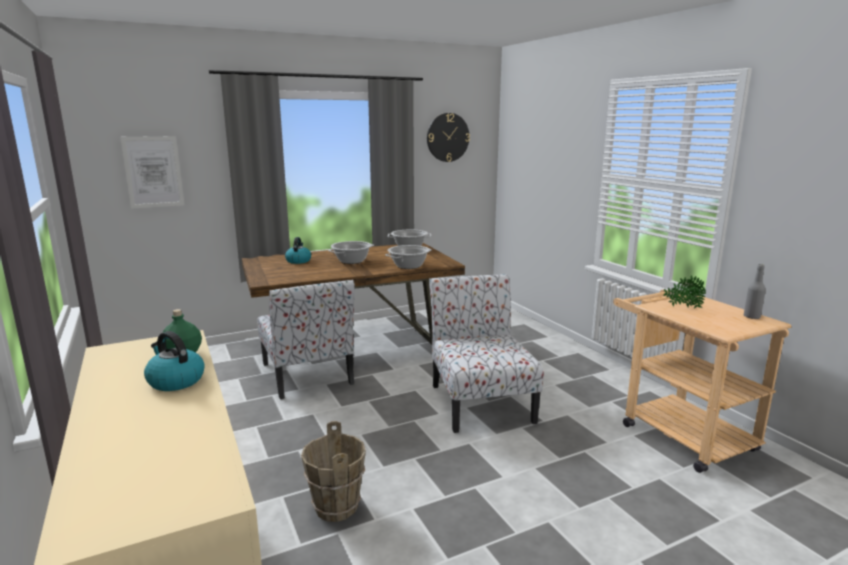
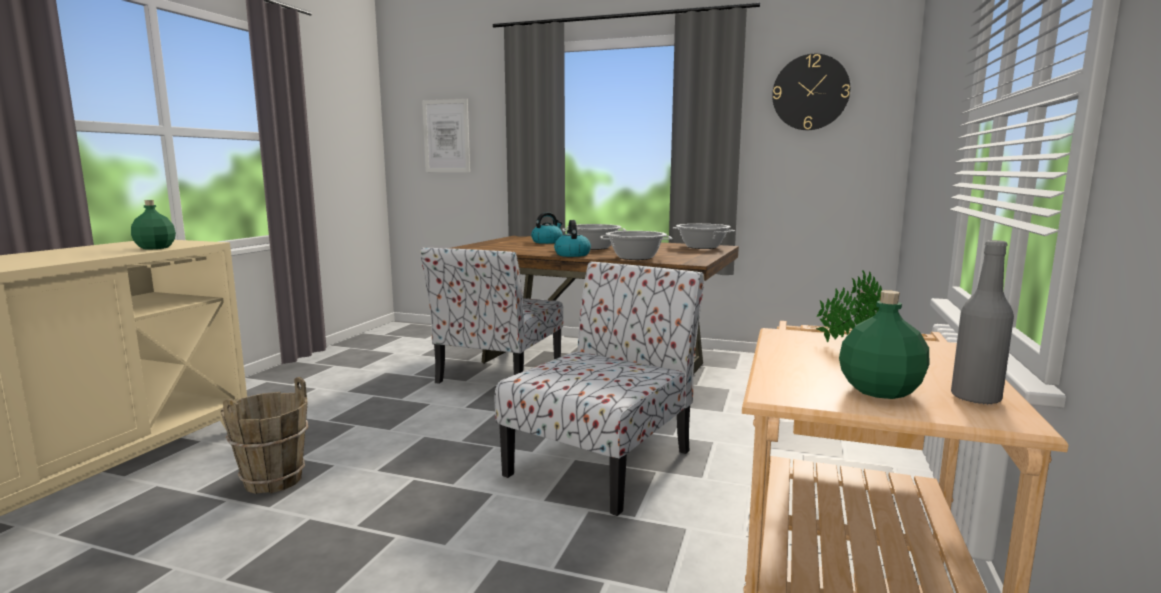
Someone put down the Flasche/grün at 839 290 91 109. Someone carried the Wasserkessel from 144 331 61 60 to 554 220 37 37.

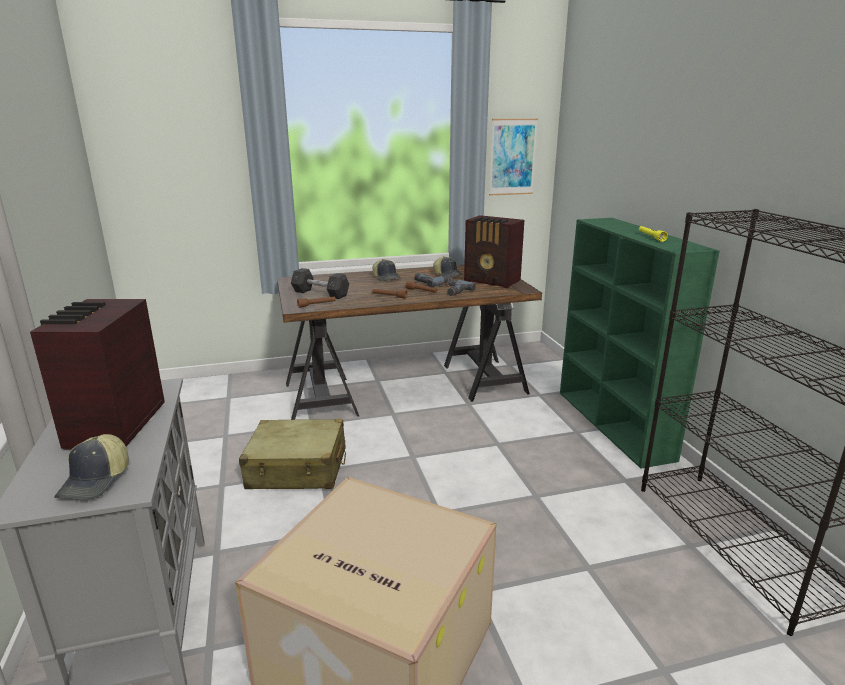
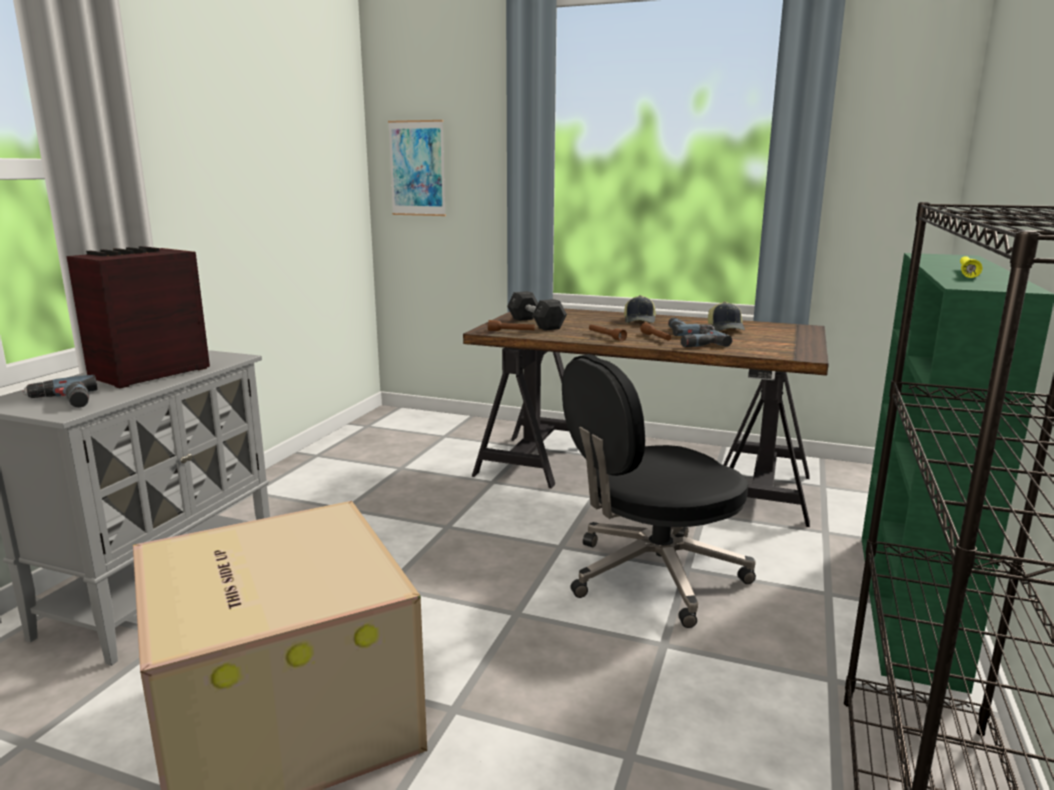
Someone took away the Koffer/beige at 239 419 107 70. Someone took away the Radio at 464 215 60 73. Someone put down the Bürostuhl/schwarz at 562 354 194 274. Someone carried the Bild from 489 119 49 76 to 388 120 58 96. Someone swapped the Kappe at 54 434 75 66 for the Bohrmaschine at 22 375 76 33.

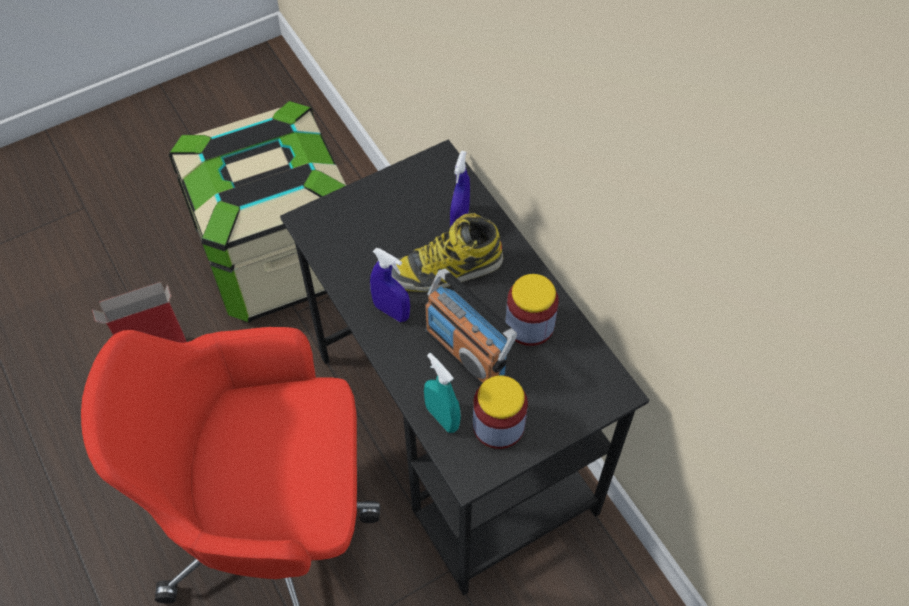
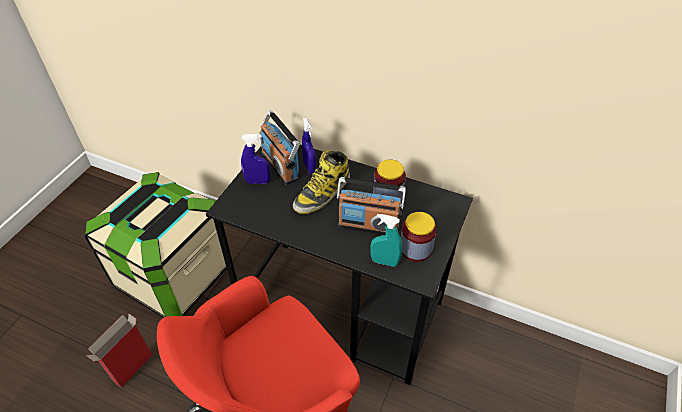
Someone put down the Radio at 259 111 41 74. Someone carried the Sprühflasche/blau from 370 248 40 74 to 241 134 29 50.

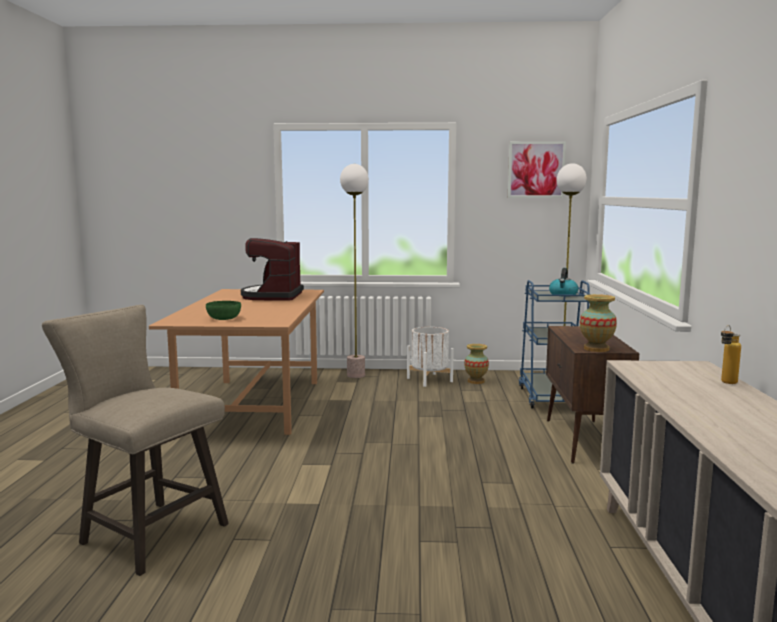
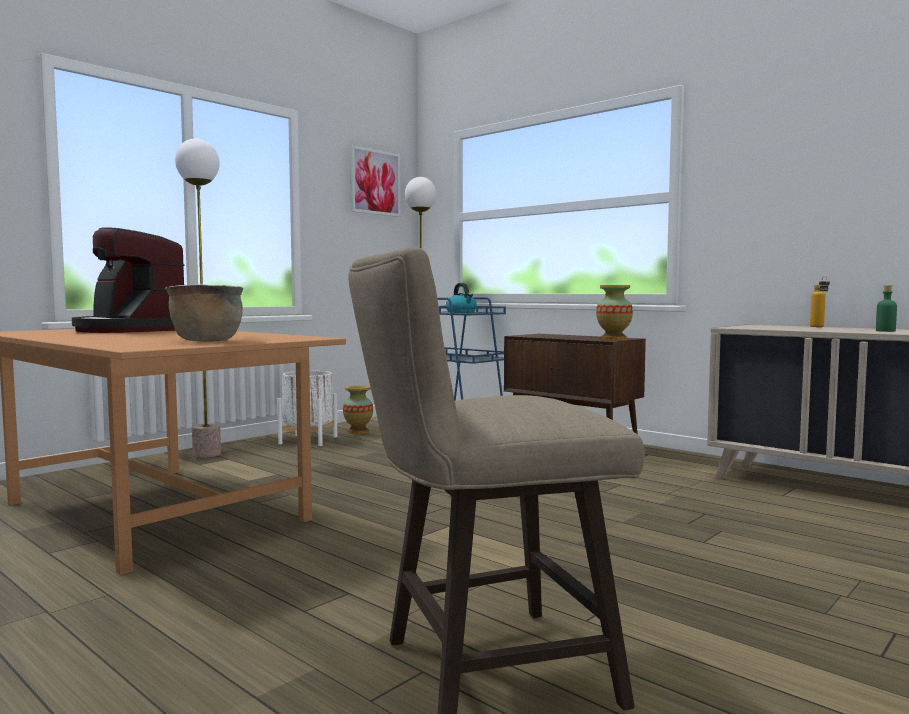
Someone put down the Flasche/grün at 876 285 21 47. Someone swapped the Schüssel/grün at 206 301 35 19 for the Kochtopf/braun at 165 284 79 58.

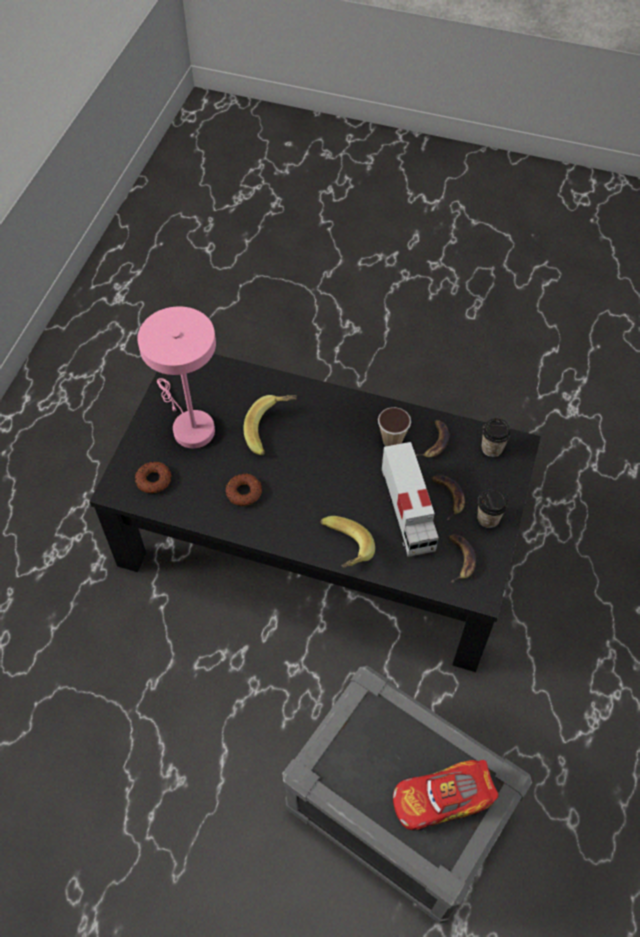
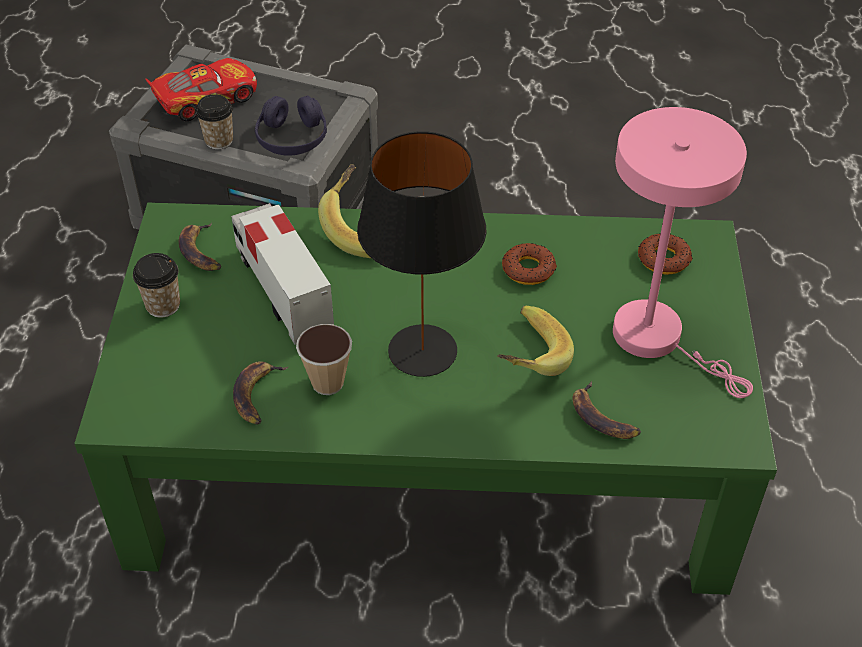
Someone put down the Kopfhörer/lila at 255 96 72 60. Someone put down the Tischlampe/schwarz at 357 131 129 246. Someone carried the Banane from 430 475 35 45 to 572 382 69 57. Someone carried the Tasse from 481 418 30 39 to 195 94 38 56. Someone repainted the Couchtisch/schwarz at 90 354 451 318, which became the Couchtisch/grün at 74 203 703 392.

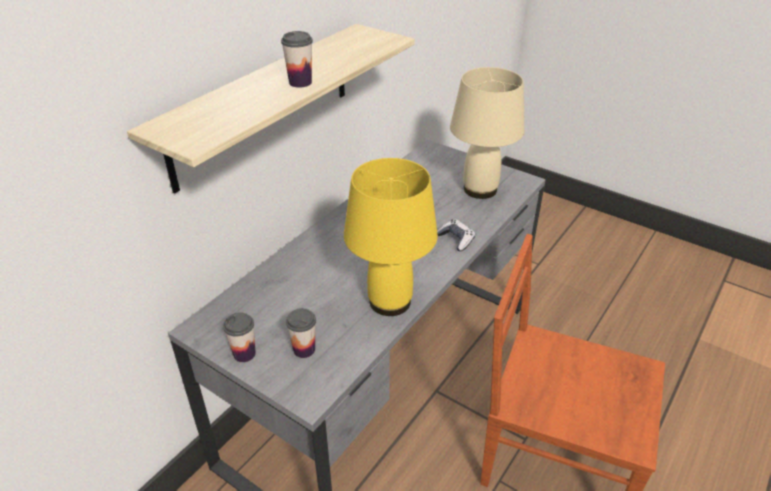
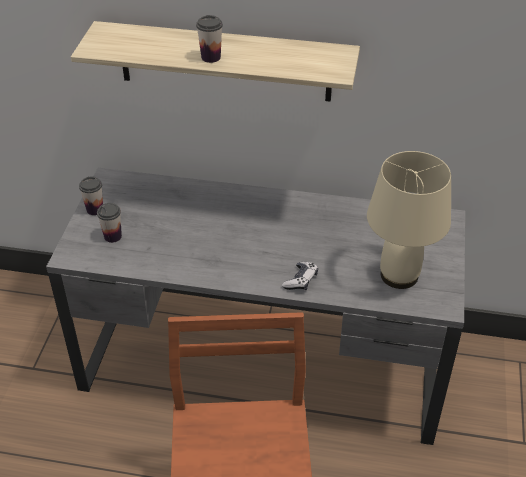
Someone took away the Tischlampe/gelb at 344 158 94 158.

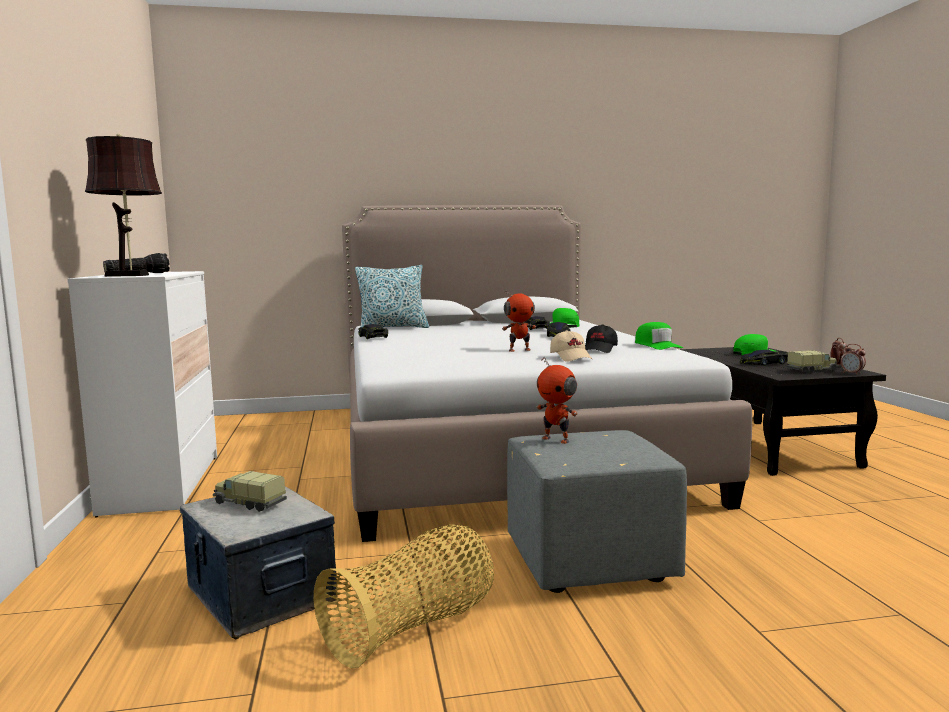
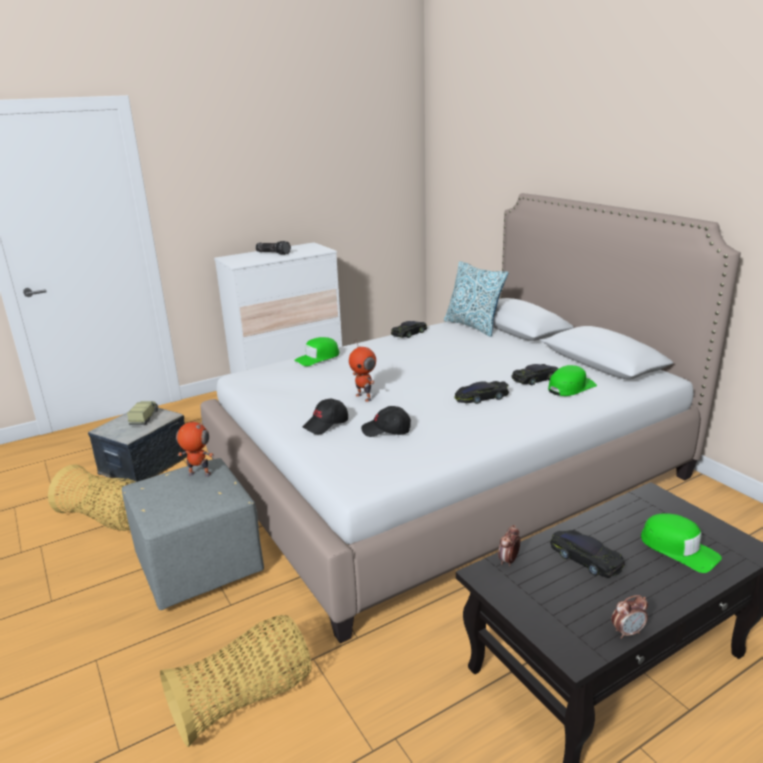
Someone took away the Tischlampe/braun at 85 133 77 144. Someone took away the Spielzeuglaster at 786 350 52 23. Someone put down the Korb at 160 615 151 132. Someone carried the Kappe/grün from 635 322 48 28 to 294 337 46 29. Someone carried the Wecker from 840 344 26 31 to 498 525 23 41. Someone repainted the Kappe/beige at 550 330 42 31, which became the Kappe/schwarz at 303 399 45 35. Someone rotated the Spielzeugroboter at 537 358 41 86 by 75 degrees clockwise.

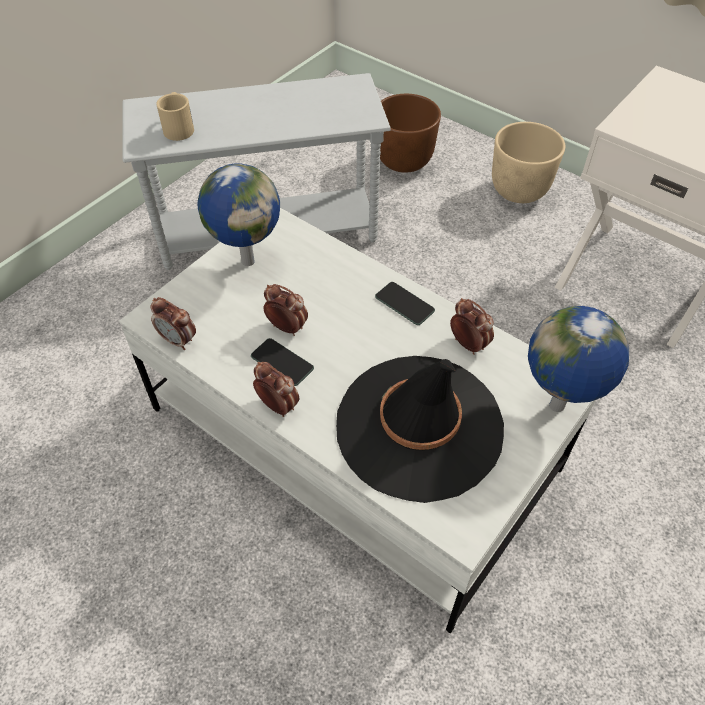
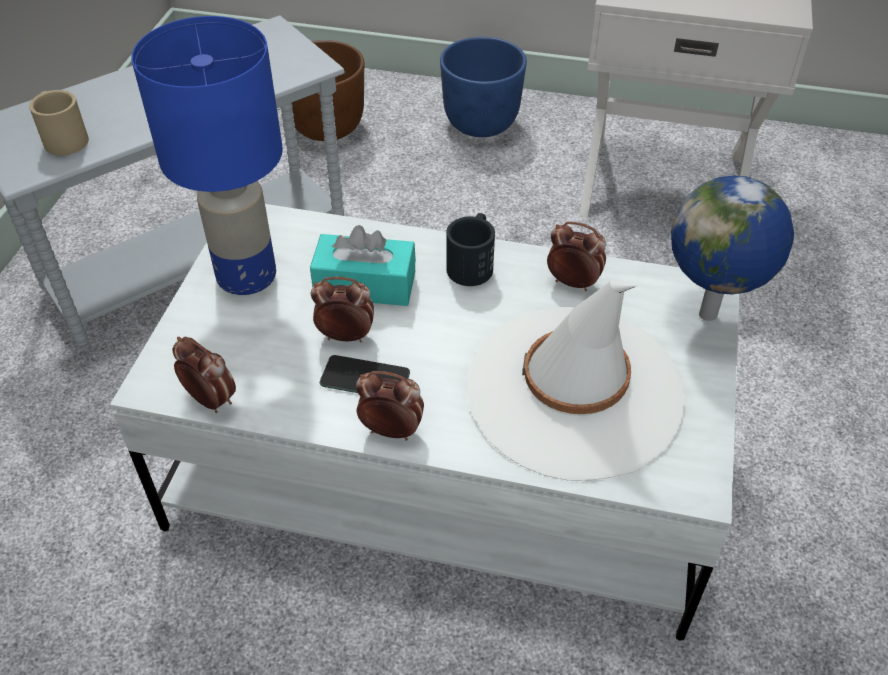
Someone put down the Taschentuchbox/türkis at 310 225 106 81. Someone swapped the Globus at 197 164 83 102 for the Tischlampe/blau at 131 16 152 279. Someone swapped the Handy at 375 282 60 43 for the Henkelbecher/schwarz at 446 213 49 73. Someone repainted the Hut/schwarz at 336 356 168 147, which became the Hut/weiß at 467 279 219 202. Someone repainted the Pflanzkübel/beige at 492 122 73 81, which became the Pflanzkübel/blau at 440 37 87 100. Someone rotated the Wecker at 150 297 46 53 by 150 degrees counterclockwise.

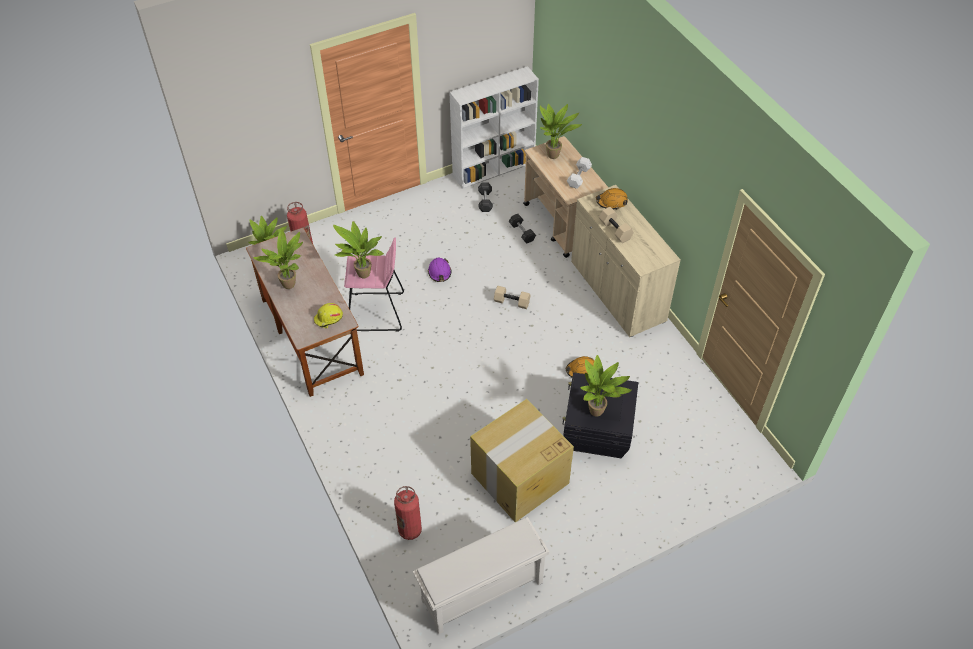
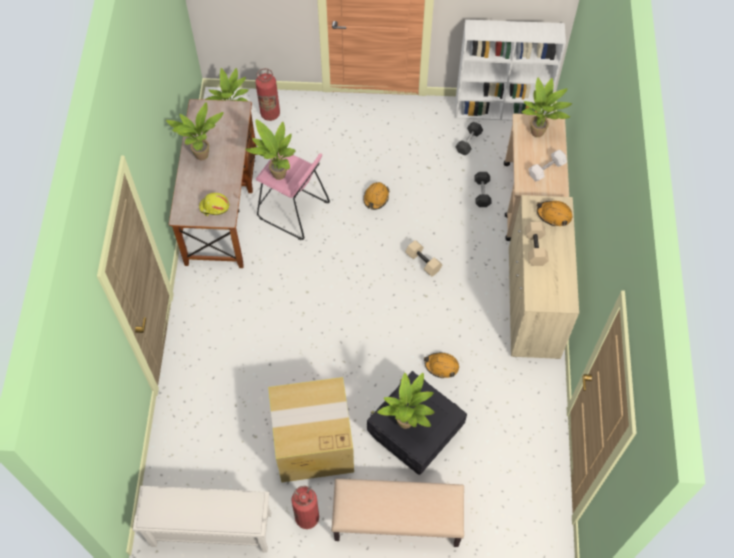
Someone put down the Bank/beige at 331 479 133 68. Someone carried the Feuerlöscher from 394 486 28 54 to 291 486 28 43. Someone repainted the Schutzhelm/lila at 428 258 23 24, which became the Schutzhelm/orange at 363 182 27 28.

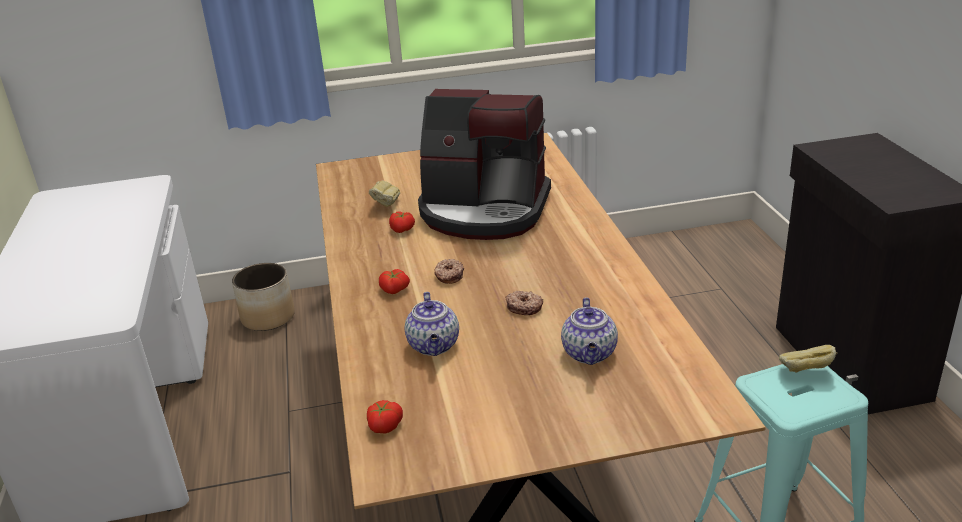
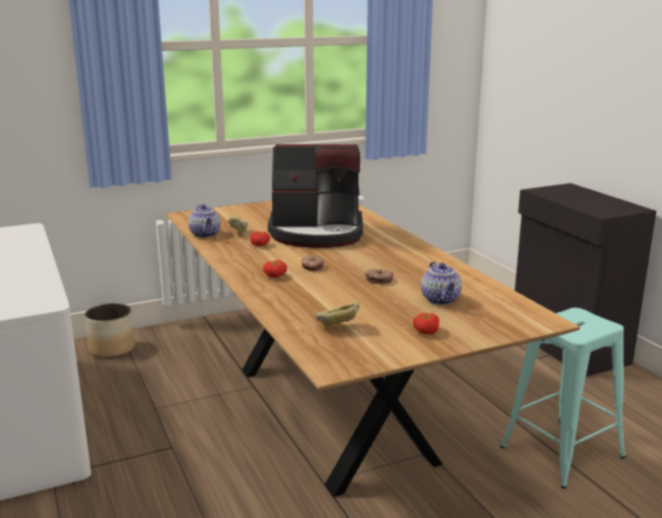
Someone carried the Tomate from 367 400 36 33 to 413 313 26 21. Someone carried the Teekanne from 405 292 54 64 to 188 204 33 34. Someone carried the Brot from 779 345 59 27 to 315 302 44 26.

